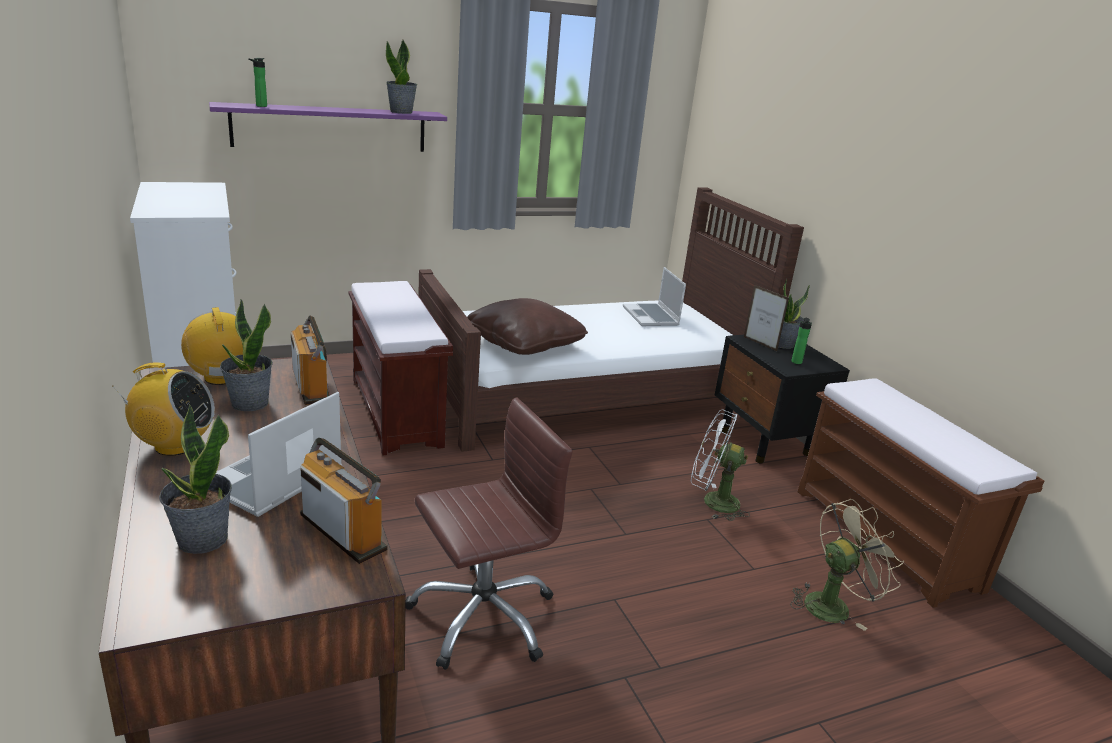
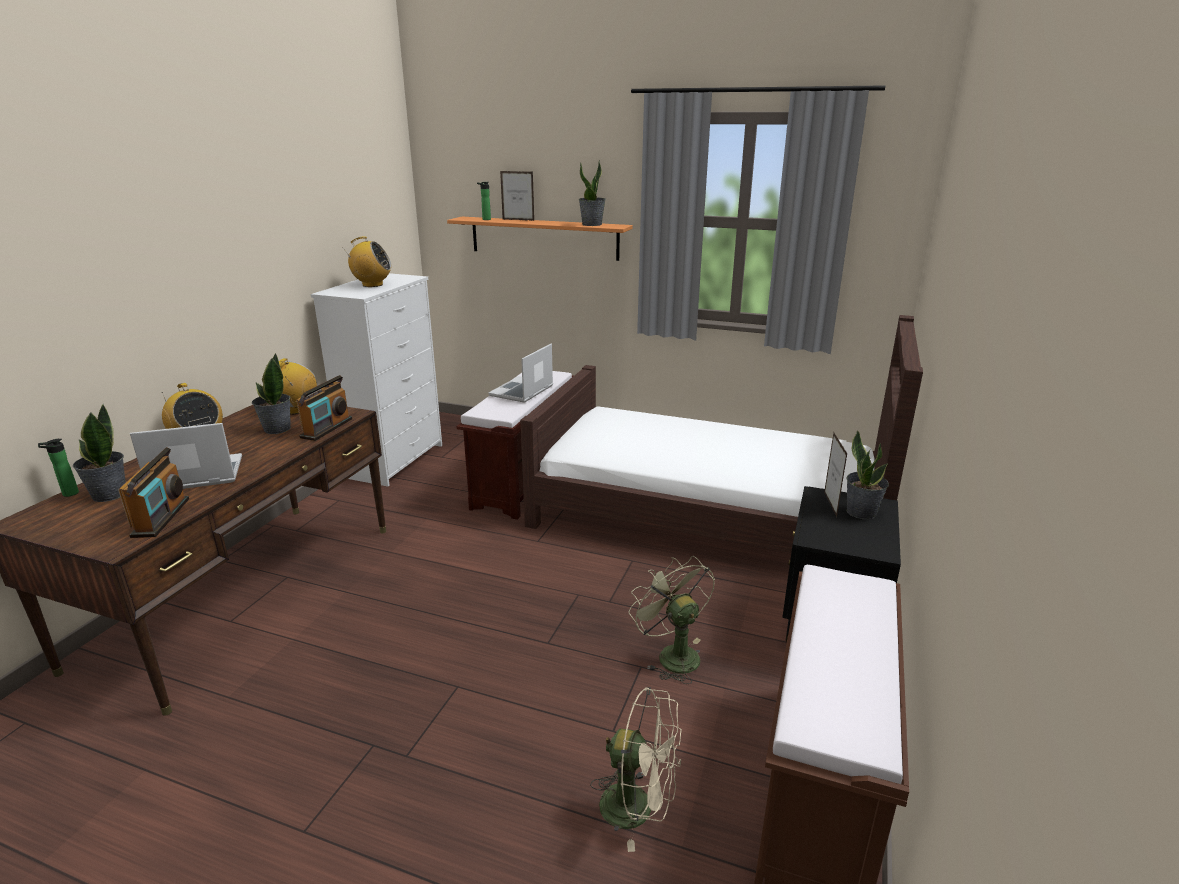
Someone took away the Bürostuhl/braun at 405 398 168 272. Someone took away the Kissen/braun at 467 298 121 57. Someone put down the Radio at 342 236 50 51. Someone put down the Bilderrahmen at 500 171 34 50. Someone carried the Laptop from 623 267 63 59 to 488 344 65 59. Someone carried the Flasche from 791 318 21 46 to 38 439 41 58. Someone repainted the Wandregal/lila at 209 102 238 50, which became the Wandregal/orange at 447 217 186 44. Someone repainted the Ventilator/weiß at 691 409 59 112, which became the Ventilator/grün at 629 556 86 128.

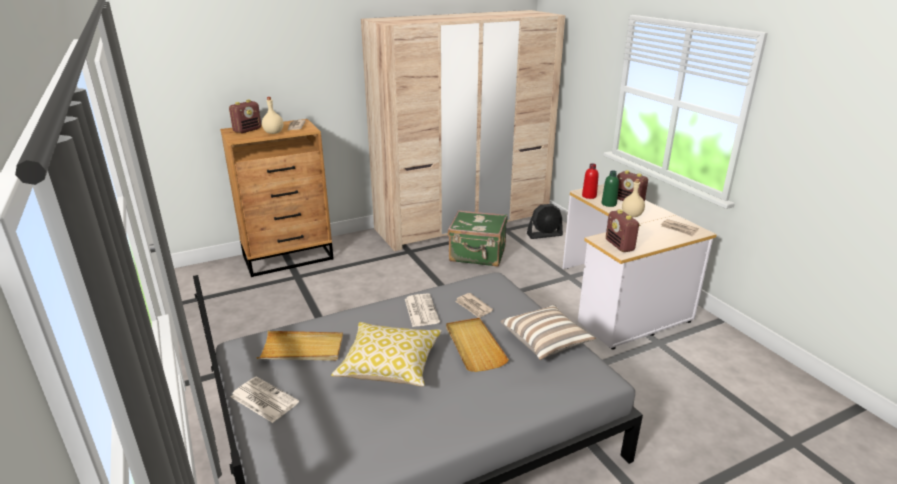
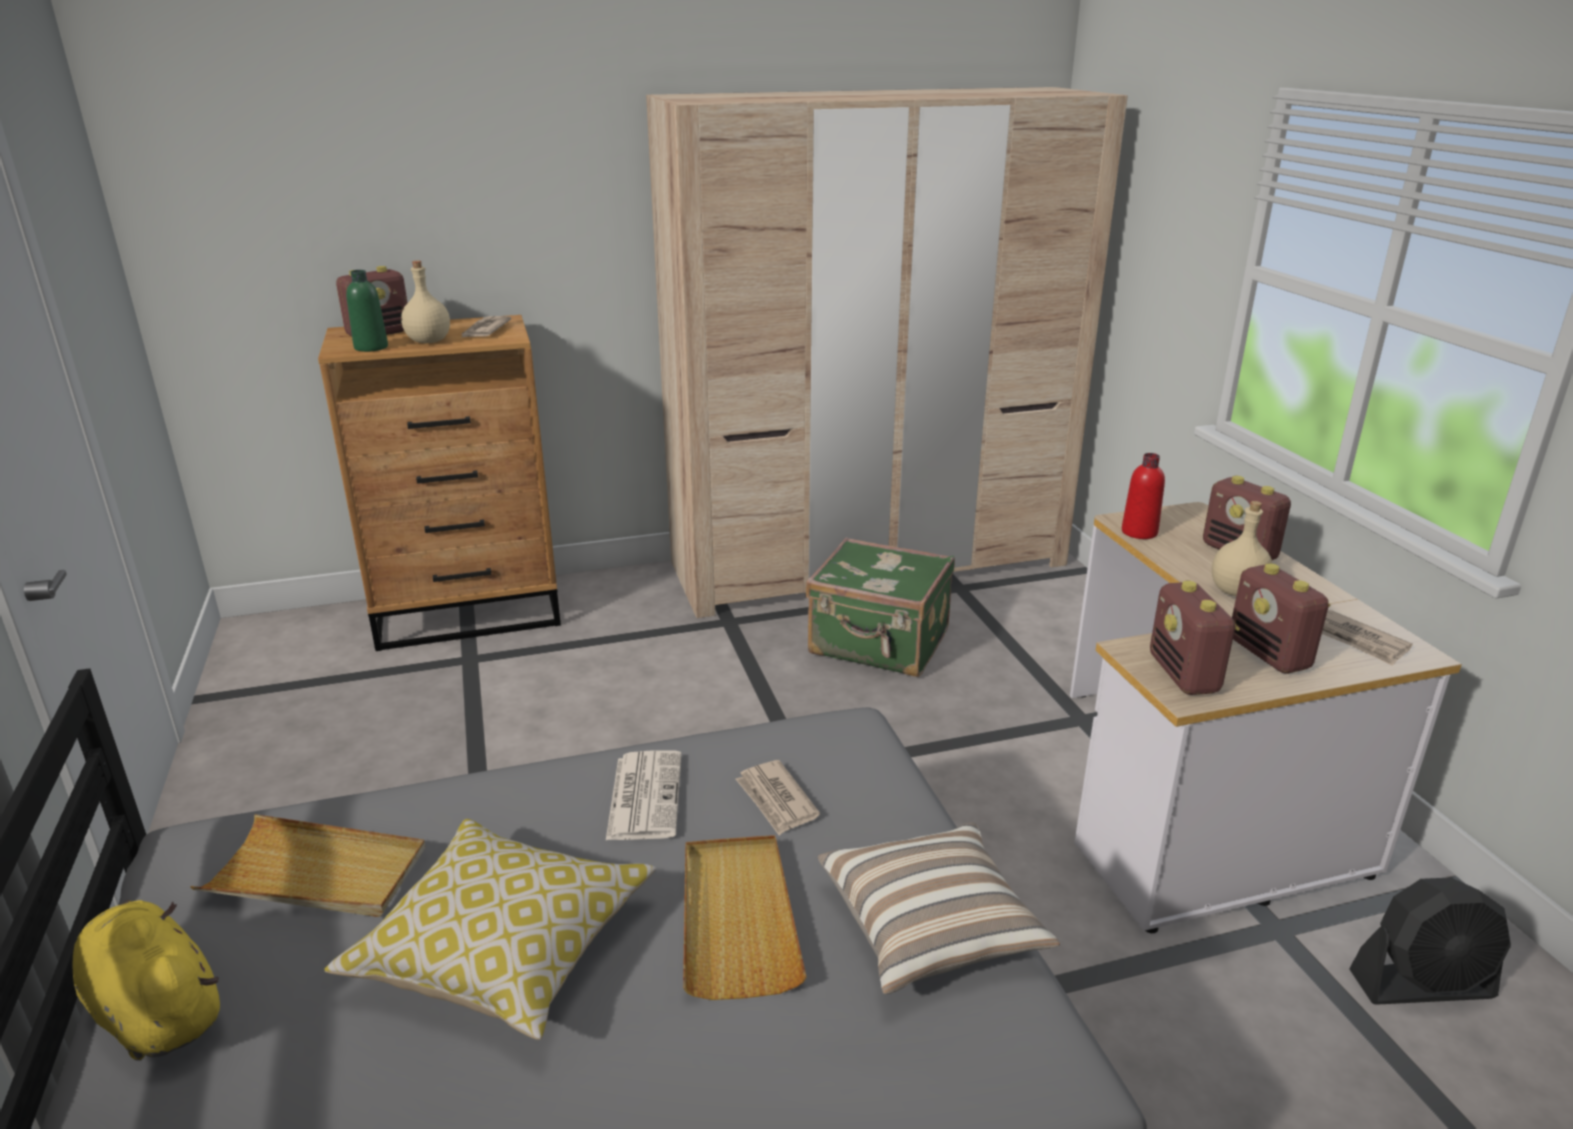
Someone put down the Radio at 1232 563 98 111. Someone carried the Ventilator/schwarz from 527 204 36 35 to 1349 877 162 128. Someone carried the Flasche/grün from 602 170 17 37 to 346 270 42 82. Someone swapped the Zeitung at 231 376 68 47 for the Plüschtier/gelb at 72 900 148 160.

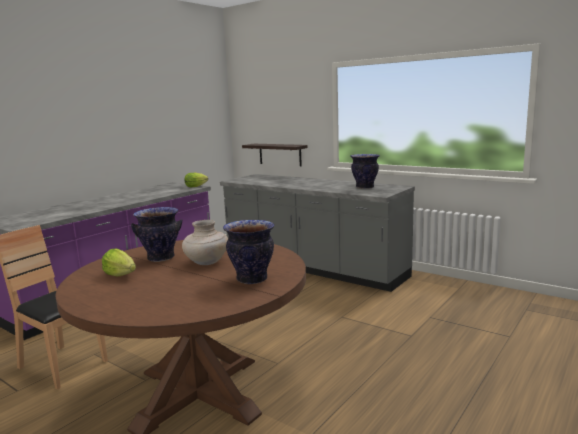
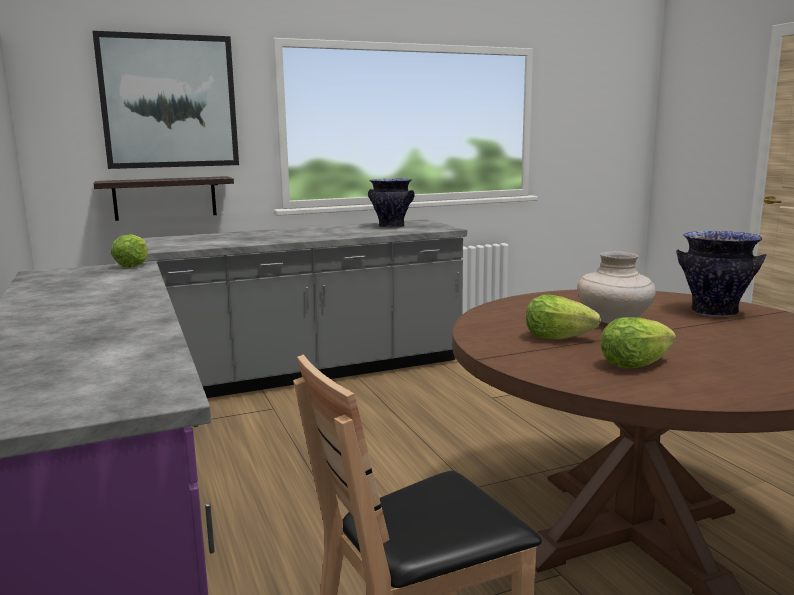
Someone put up the Bild at 92 31 147 138. Someone swapped the Vase at 131 207 51 55 for the Salatkopf at 526 295 75 45.

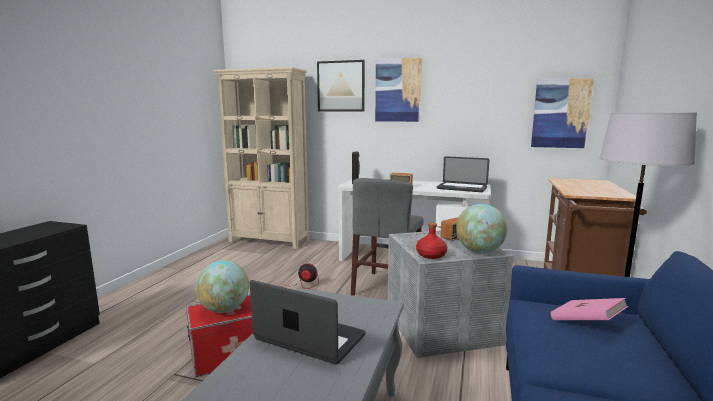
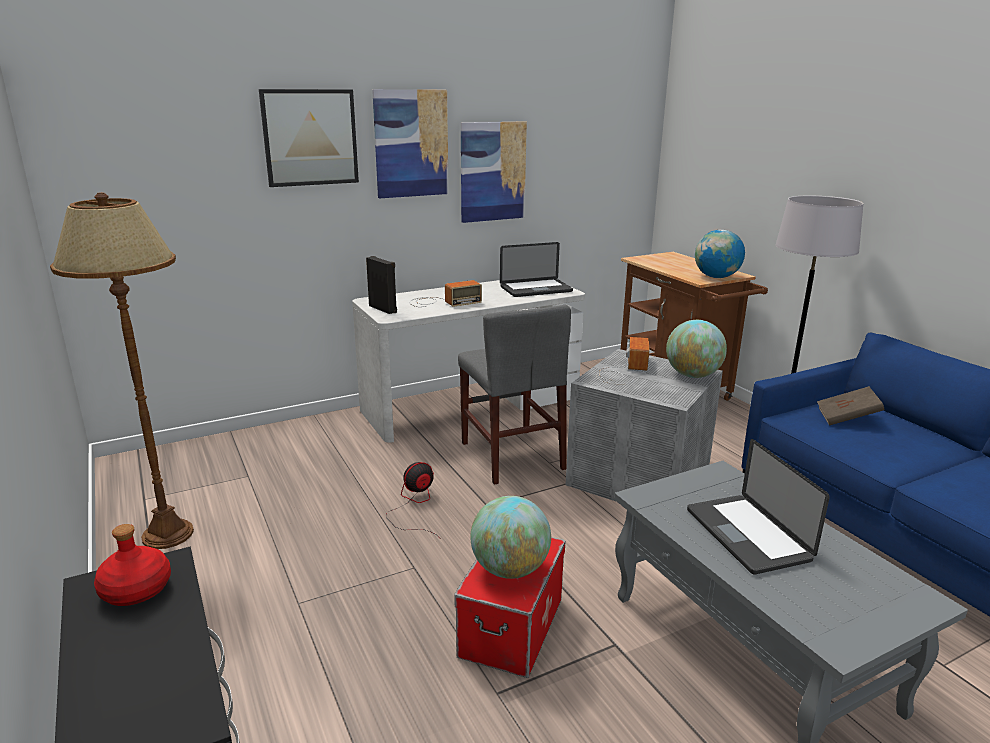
Someone took away the Bücherregal/beige at 214 67 95 182. Someone put down the Stehlampe/braun at 50 192 144 357. Someone put down the Globus at 695 230 50 48. Someone carried the Flasche/rot from 416 223 31 36 to 94 524 77 82. Someone carried the Bild from 531 78 63 70 to 461 121 66 102. Someone repainted the Buch/rosa at 551 298 77 22, which became the Buch/braun at 817 386 67 39. Someone rotated the Laptop at 250 280 115 84 by 90 degrees counterclockwise.

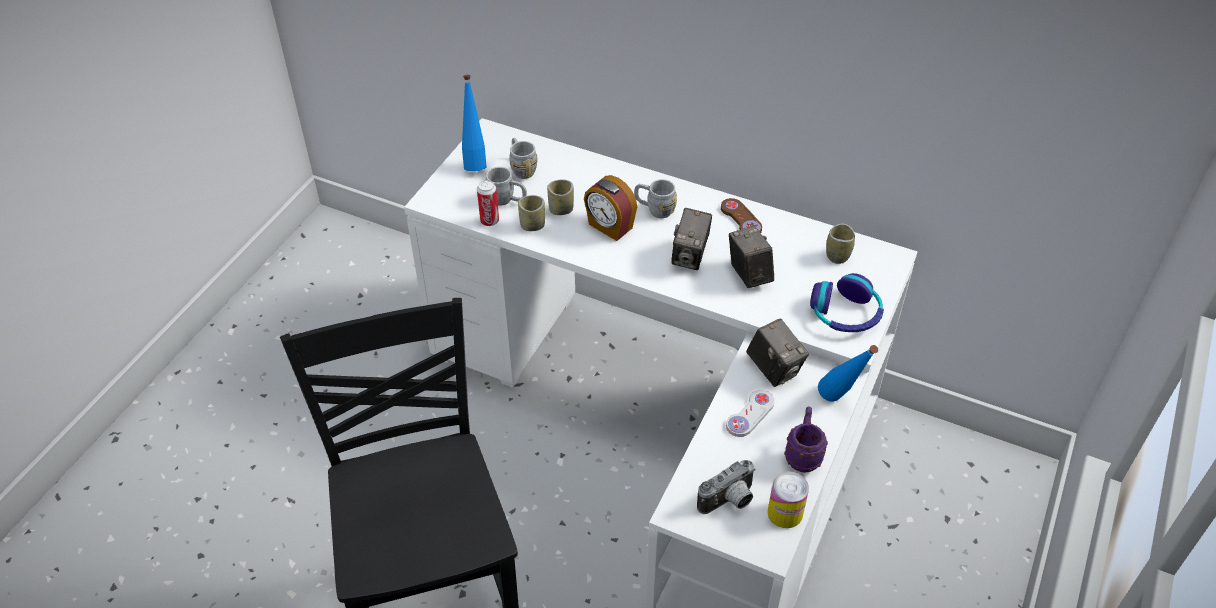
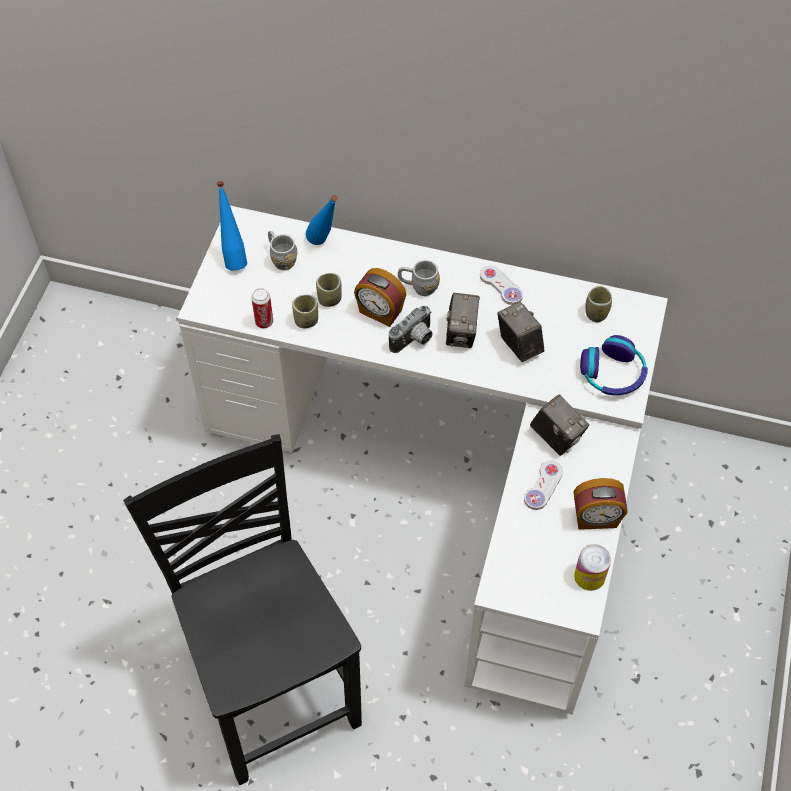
Someone took away the Henkelbecher/grau at 485 167 42 39. Someone carried the Kamera from 697 460 59 54 to 389 306 44 47. Someone carried the Flasche/blau from 818 345 60 56 to 305 195 33 50. Someone swapped the Henkelbecher/lila at 784 406 44 67 for the Wecker at 573 478 55 52. Someone repainted the Gamepad/braun at 721 198 41 35, which became the Gamepad/weiß at 480 265 43 40.

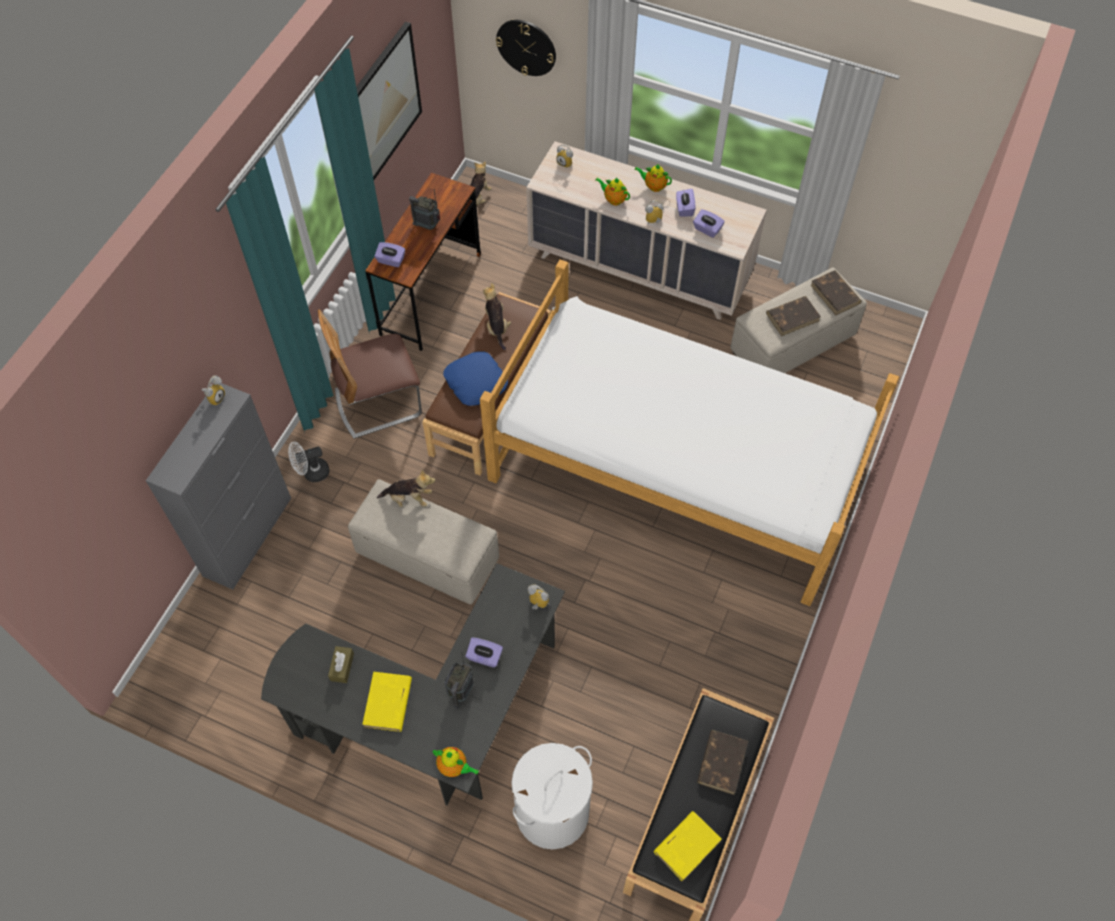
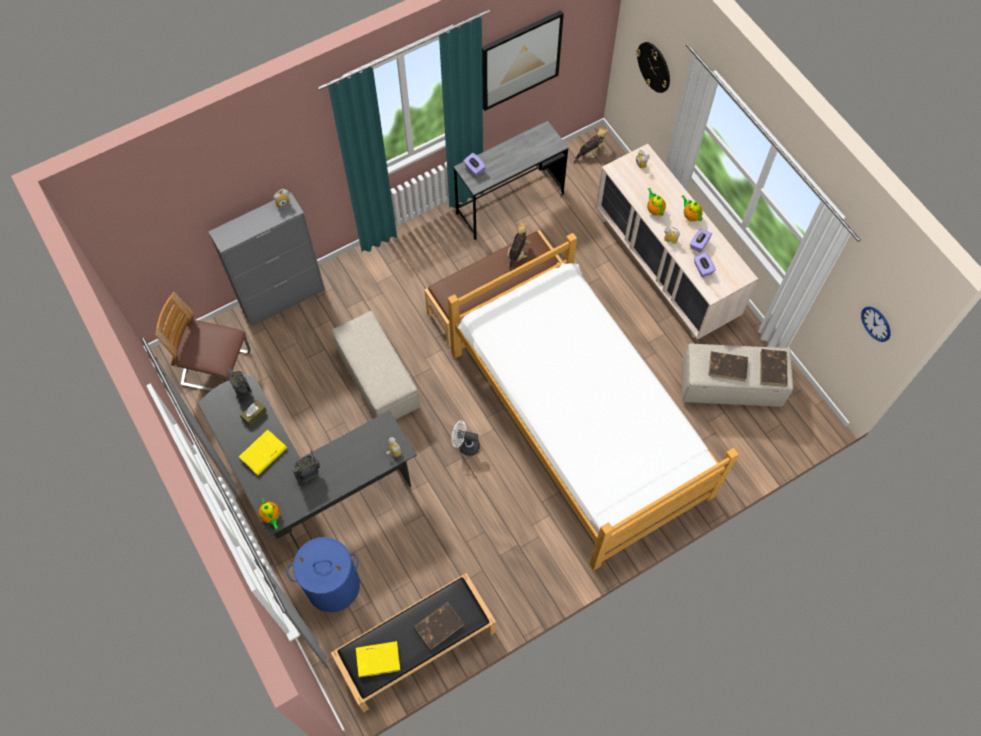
Someone took away the Plüschtier at 377 469 59 38. Someone took away the Kissen/blau at 443 351 65 55. Someone took away the Taschentuchbox/lila at 466 637 37 31. Someone put up the Wanduhr at 861 306 29 36. Someone carried the Ventilator/weiß from 288 441 41 41 to 451 420 29 36. Someone carried the Stuhl from 318 309 104 130 to 155 292 96 99. Someone carried the Radio from 409 189 31 41 to 228 368 24 30. Someone repainted the Schreibtisch/braun at 365 173 116 178, which became the Schreibtisch/grau at 454 121 115 119. Someone repainted the Wäschekorb/weiß at 511 743 82 107, which became the Wäschekorb/blau at 287 537 73 75.

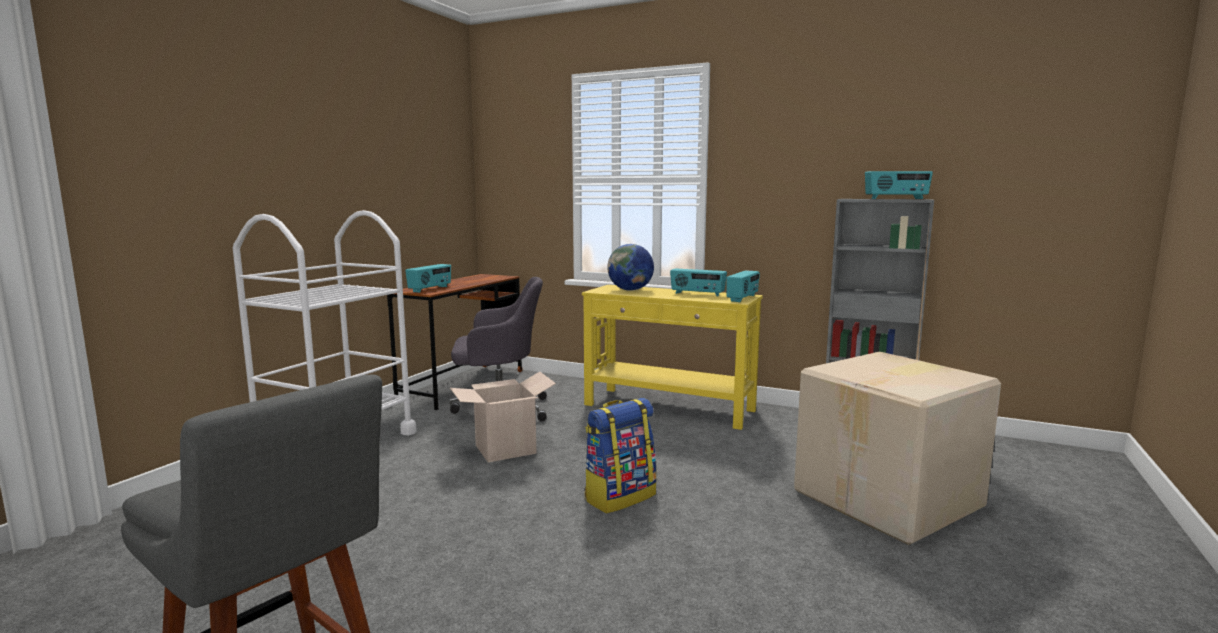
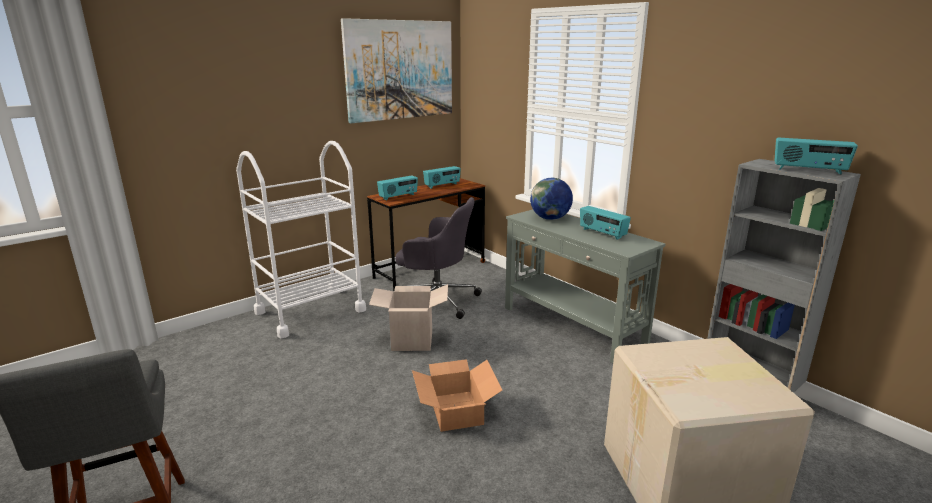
Someone put up the Bild at 341 18 111 105. Someone carried the Radio from 727 270 33 32 to 423 166 38 23. Someone swapped the Rucksack at 584 398 73 115 for the Karton at 412 359 90 73. Someone repainted the Konsolentisch/gelb at 582 285 181 145, which became the Konsolentisch/grau at 505 210 160 153.

